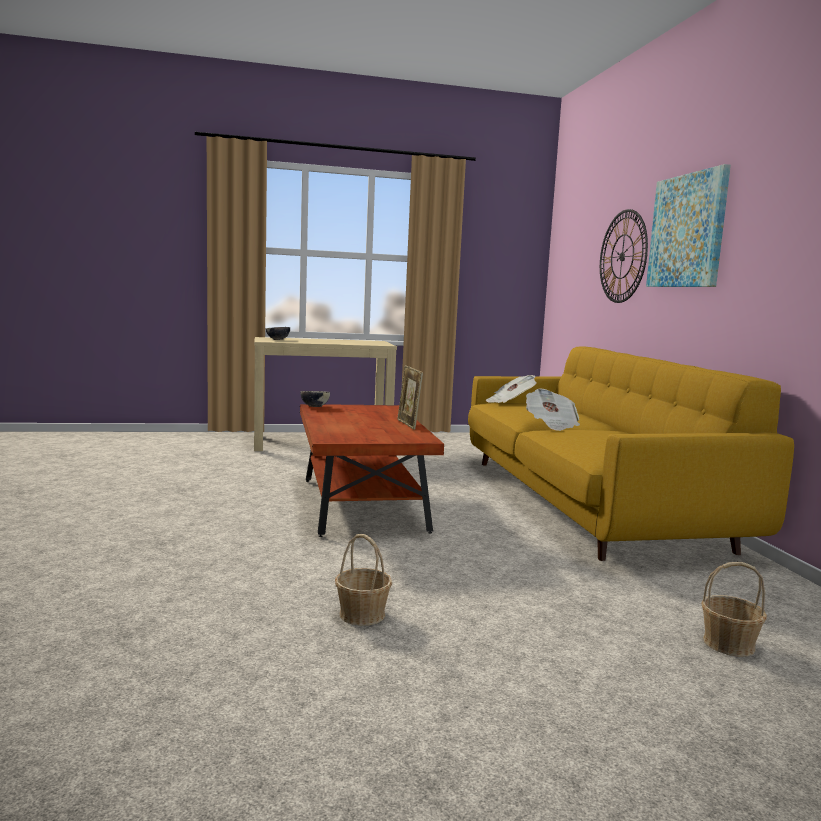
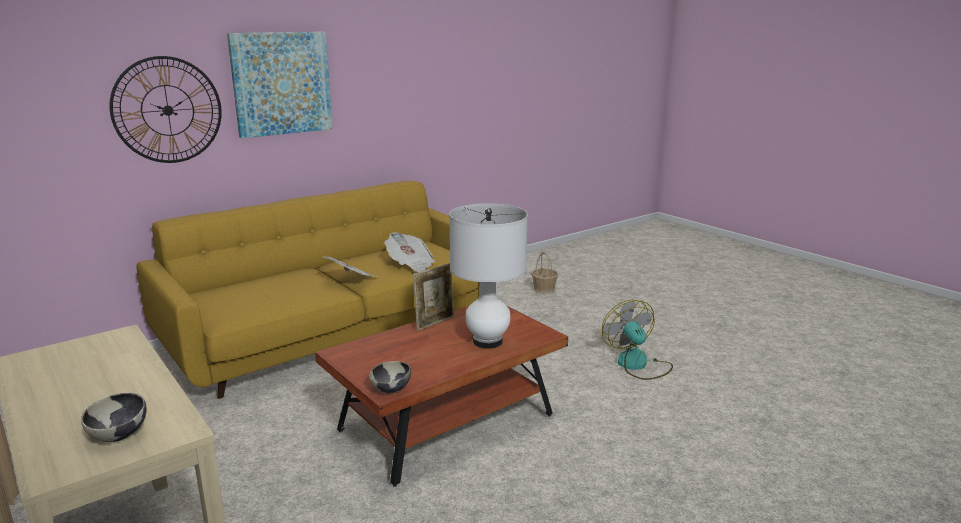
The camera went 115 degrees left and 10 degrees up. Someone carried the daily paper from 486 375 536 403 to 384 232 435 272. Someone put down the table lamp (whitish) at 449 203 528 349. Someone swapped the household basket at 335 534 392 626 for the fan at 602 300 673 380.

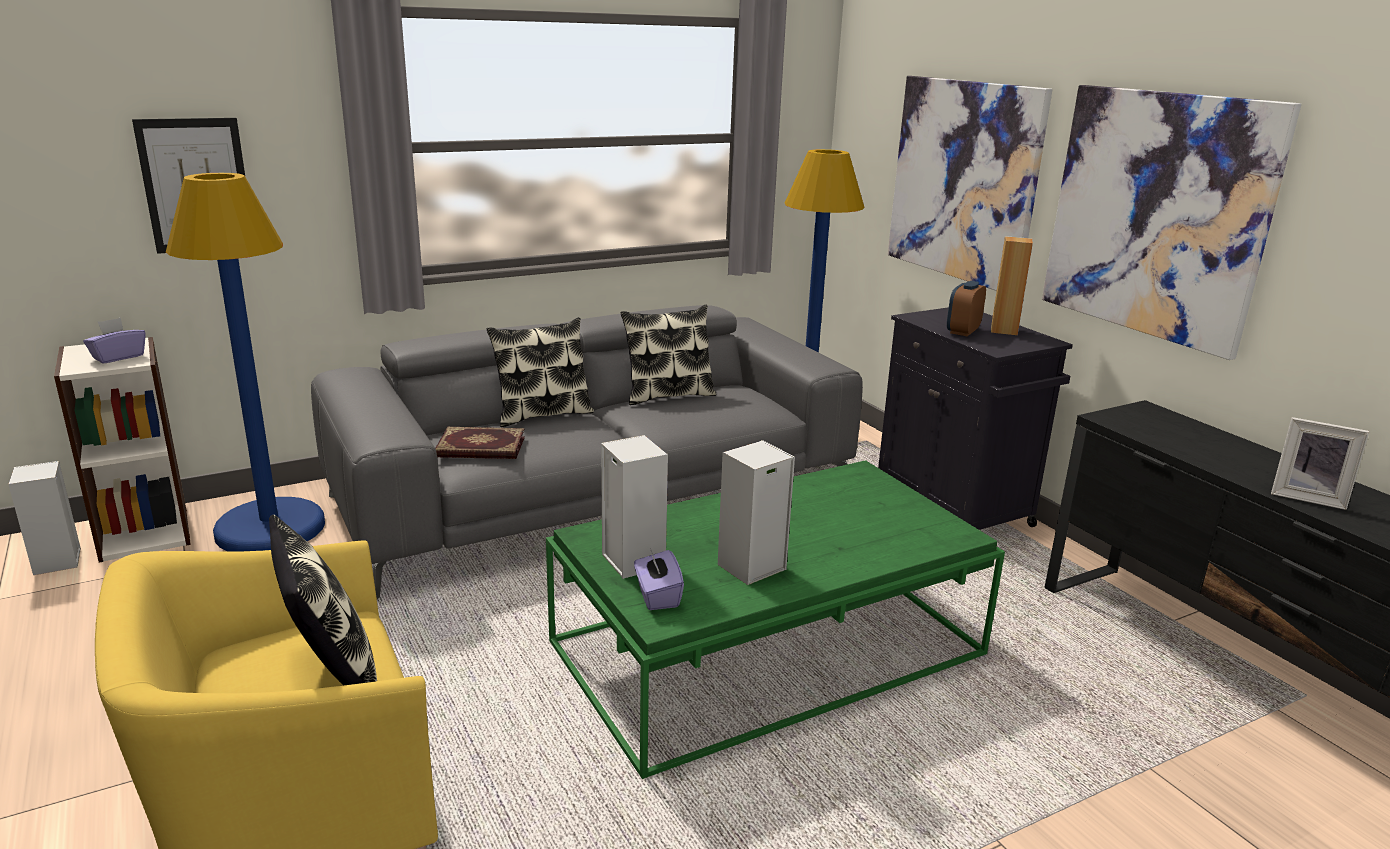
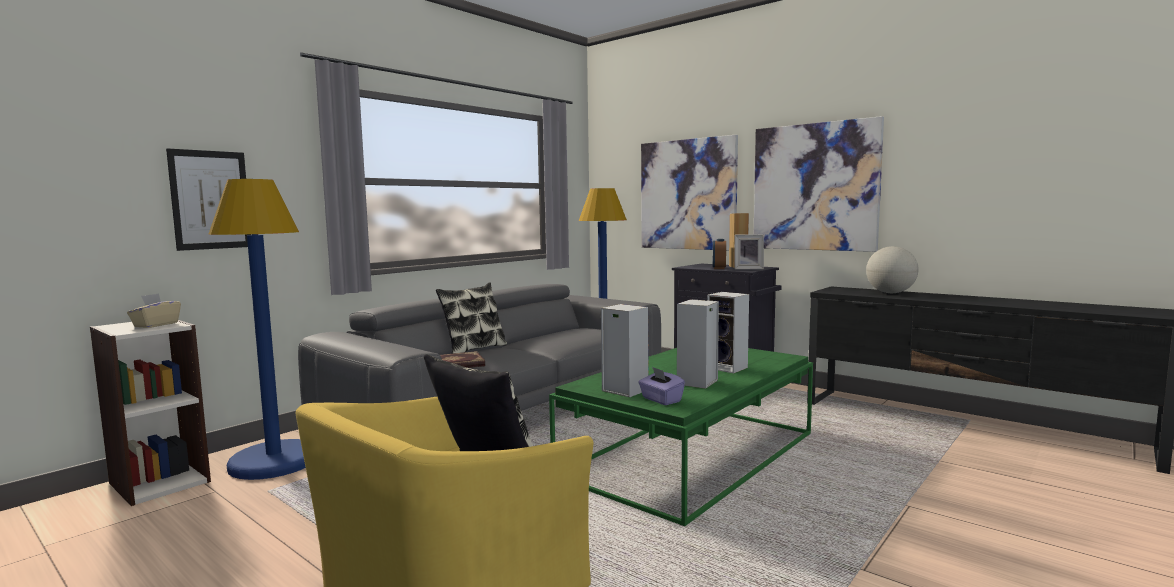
The camera went 20 degrees left and 15 degrees down. Someone repainted the tissue box (purple-coloured) at 83 318 146 364, which became the tissue box (beige-coloured) at 127 293 181 328. Someone carried the speaker from 8 461 81 575 to 707 292 749 373. Someone carried the photo frame from 1271 417 1369 510 to 735 234 764 269. Someone put down the globe at 866 246 919 293. Someone took away the throw pillow at 620 305 716 405.

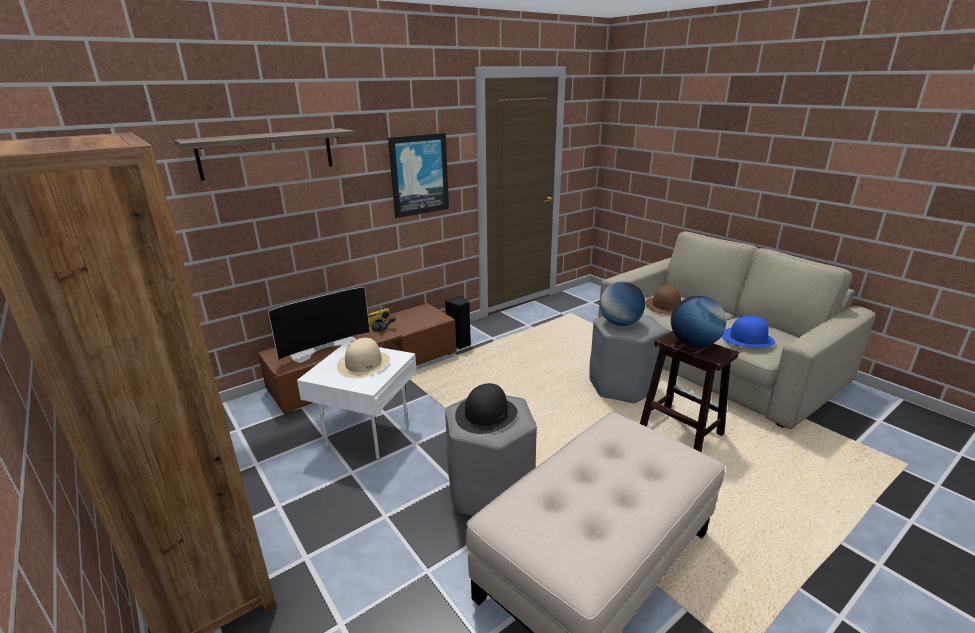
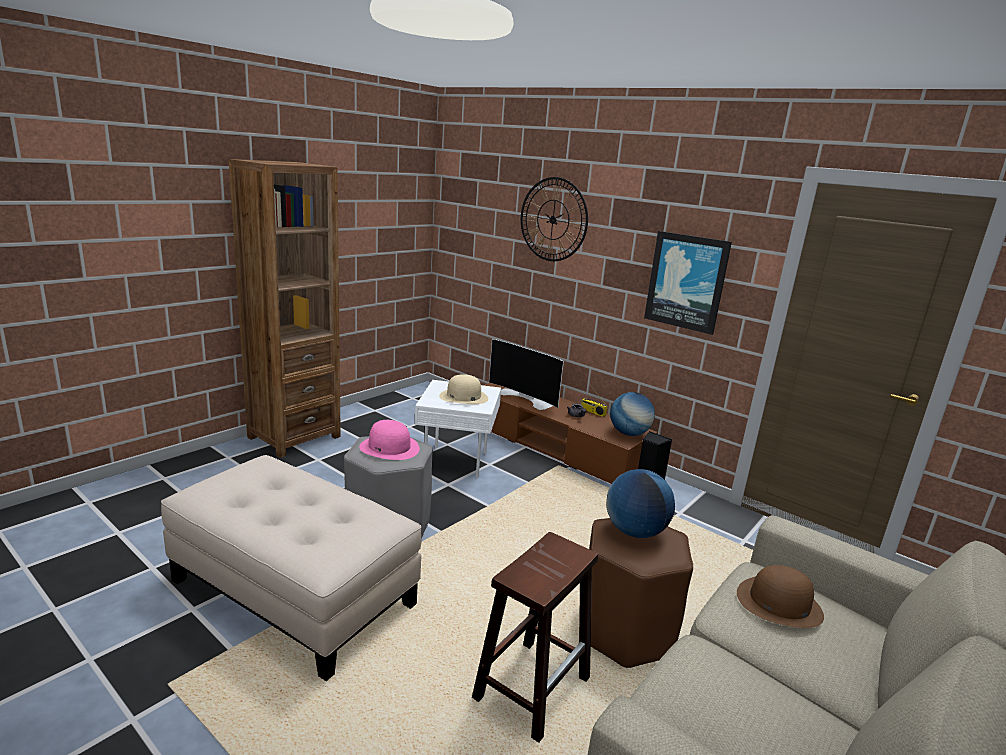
The camera went 75 degrees right and 5 degrees down. Someone repainted the clothing hat (blackish) at 455 383 517 434, which became the clothing hat (pink) at 359 420 420 460. Someone swapped the wall shelf at 174 128 355 181 for the hanging clock at 521 177 588 261. Someone repainted the stool (grey) at 589 315 666 403, which became the stool (brown-coloured) at 589 518 693 668. Someone carried the globe from 671 296 726 347 to 610 392 655 436. Someone took away the clothing hat (blue) at 722 316 775 347.

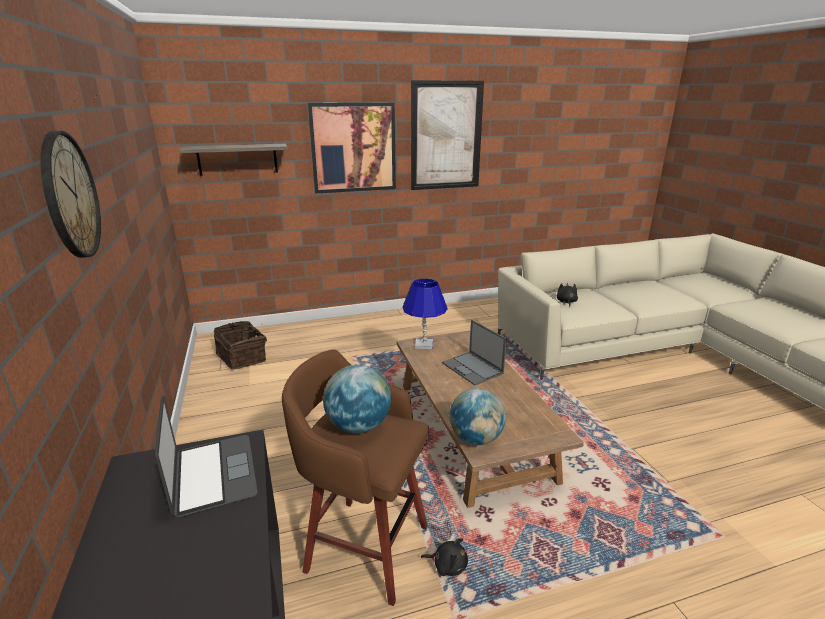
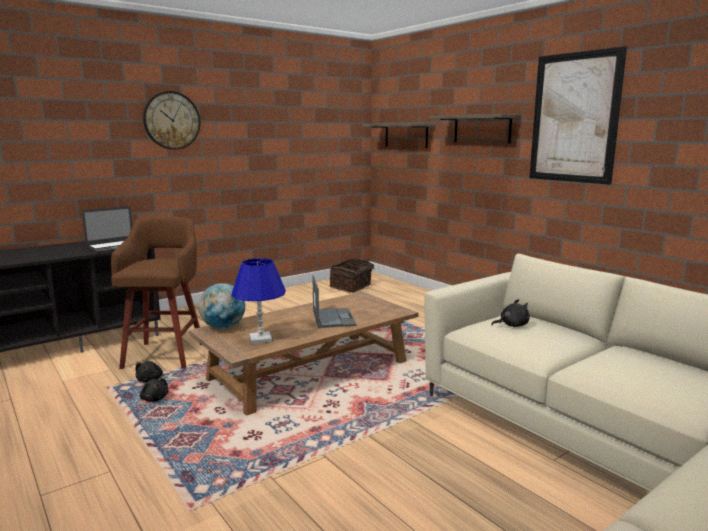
The camera went 70 degrees right and 10 degrees down. Someone put down the soft toy (blackish) at 140 378 169 402. Someone carried the table lamp (blue) from 402 278 448 349 to 231 258 286 344. Someone rotated the portable computer at 442 320 507 386 by 135 degrees clockwise. Someone swapped the wall picture at 308 103 396 194 for the wall shelf at 430 114 521 143. Someone took away the globe at 323 365 391 433.

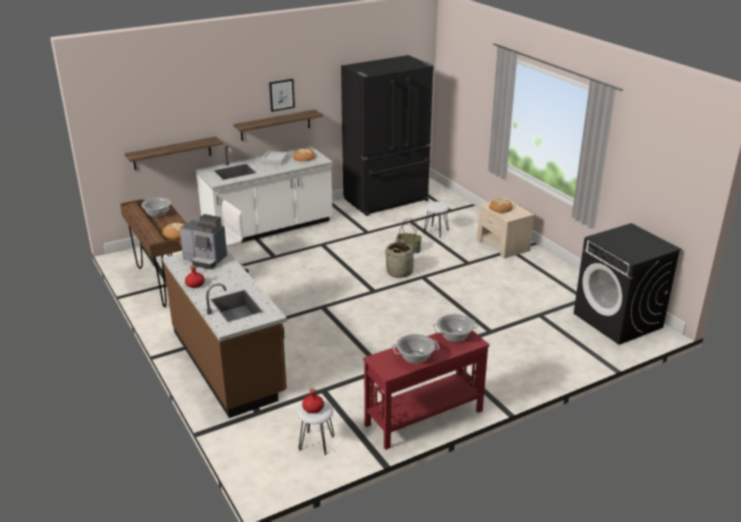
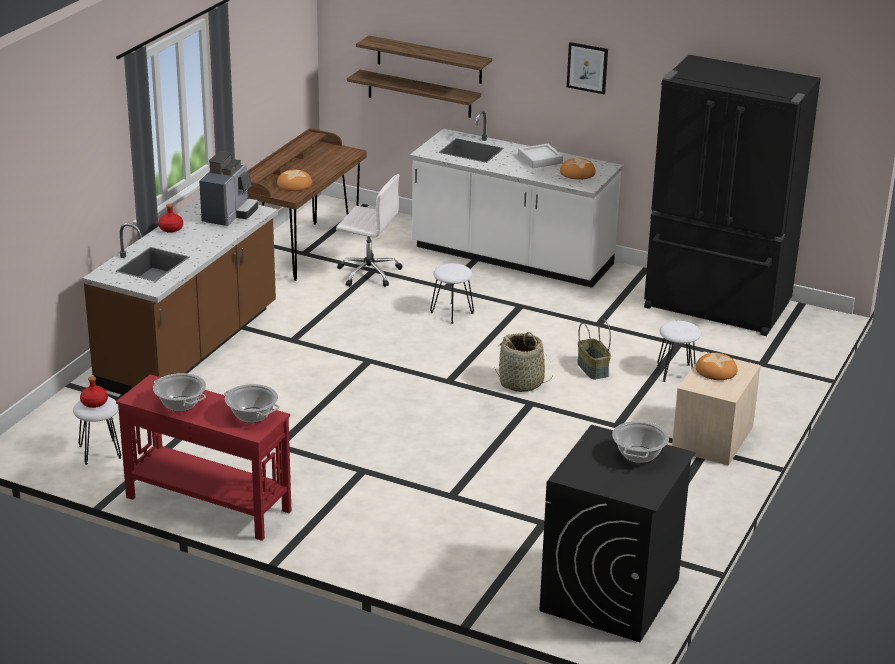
The camera went 55 degrees right and 0 degrees up. Someone rotated the coffee maker at 179 214 227 269 by 150 degrees counterclockwise. Someone carried the wall shelf from 233 110 323 141 to 356 35 492 84. Someone put down the stool (whitish) at 430 263 474 324. Someone carried the cooking pot from 141 198 171 217 to 612 421 669 463.

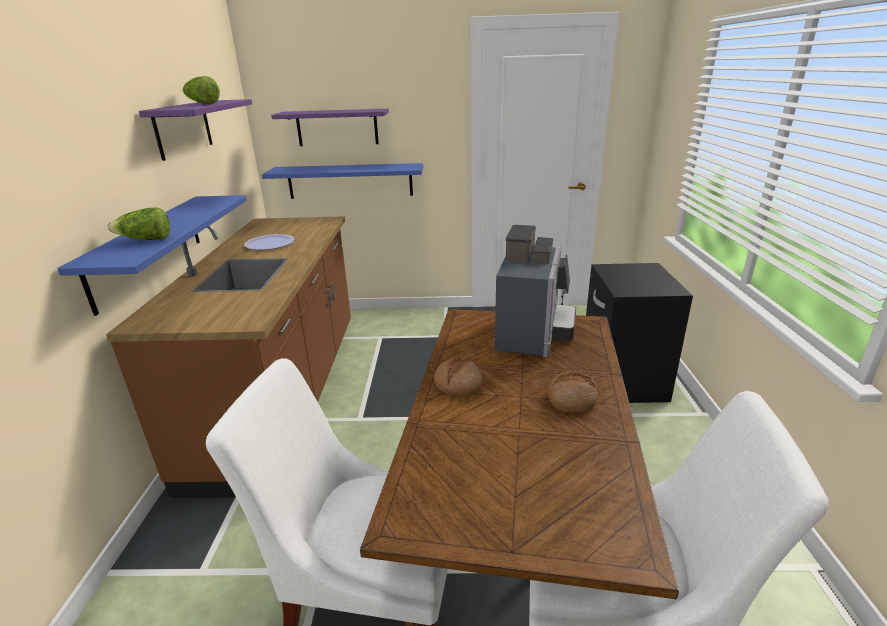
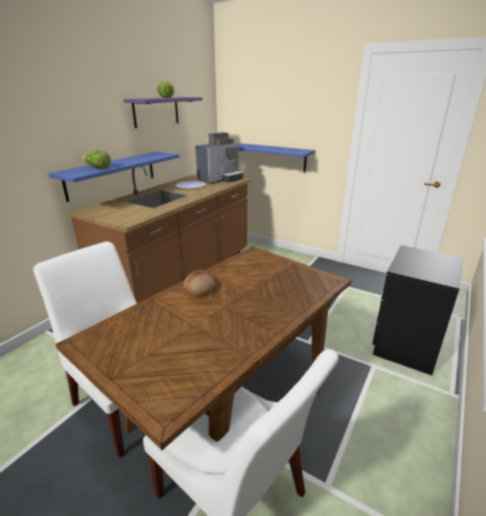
The camera went 30 degrees right and 0 degrees up. Someone carried the coffee maker from 495 225 576 357 to 195 132 243 184. Someone took away the wall shelf (purple-coloured) at 271 109 389 146. Someone took away the baked bread at 548 370 598 413.

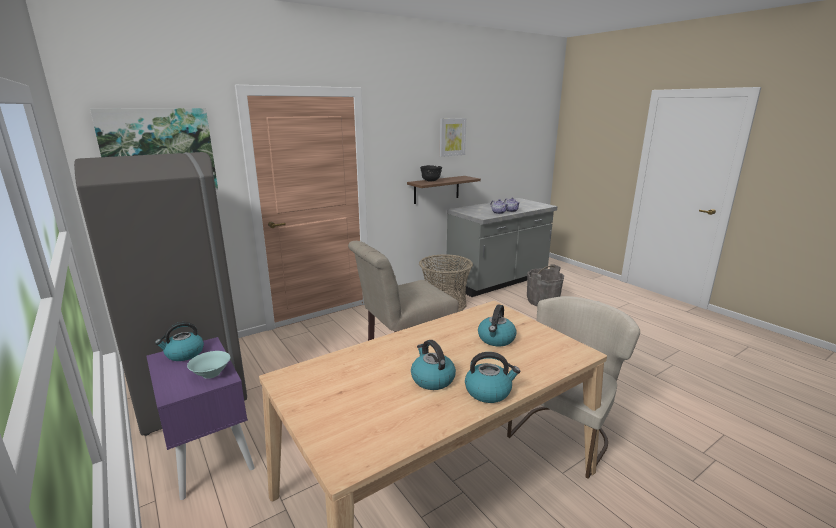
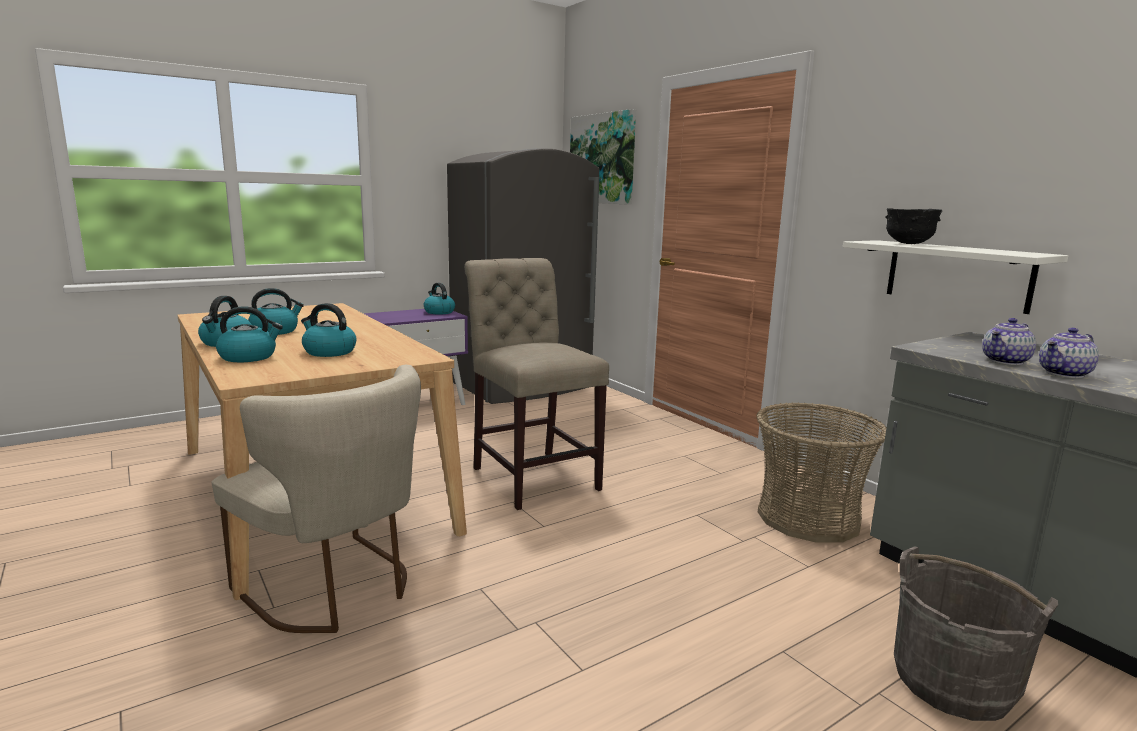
The camera went 90 degrees right and 5 degrees down. Someone put down the kettle at 216 306 283 362. Someone repainted the wall shelf (brown-coloured) at 407 176 481 204, which became the wall shelf (whitish) at 843 240 1068 314. Someone took away the serving bowl (turquoise) at 187 351 230 379. Someone took away the wall picture at 440 118 466 157.

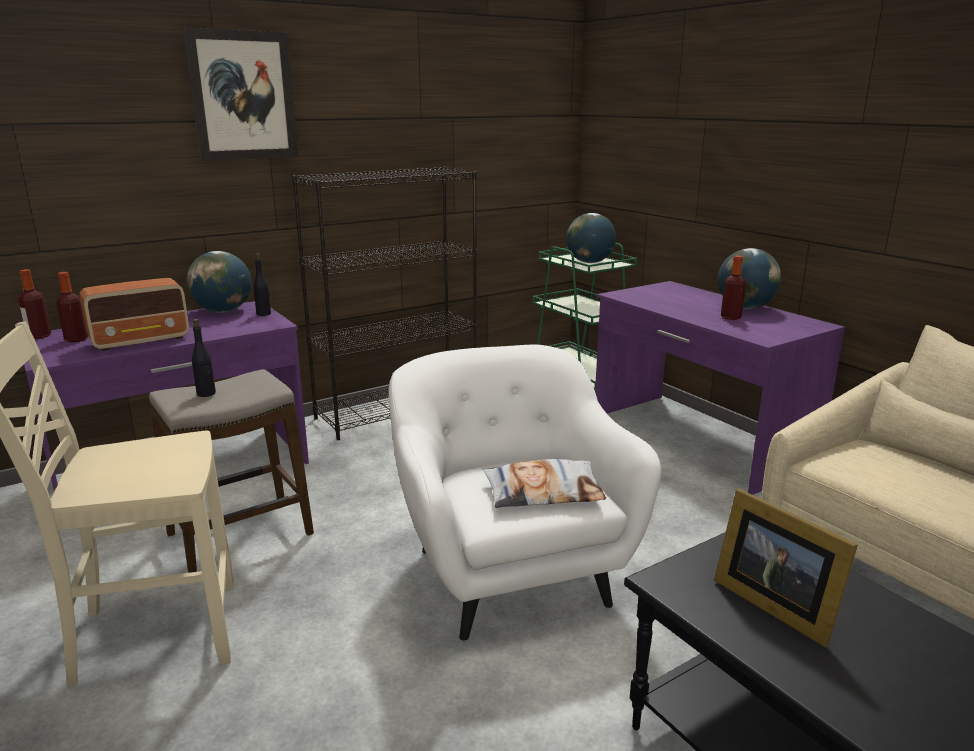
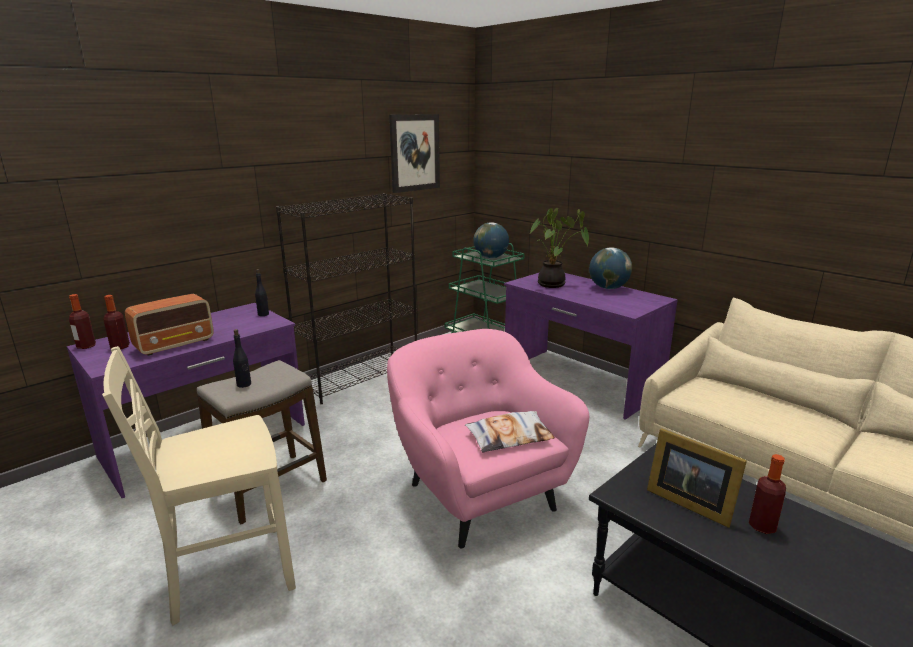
The camera went 10 degrees left and 0 degrees up. Someone repainted the easy chair (whitish) at 389 345 661 641, which became the easy chair (pink) at 387 329 589 548. Someone carried the wall picture from 183 28 298 161 to 389 114 440 193. Someone put down the houseplant at 530 208 589 288. Someone carried the drink bottle from 721 256 746 320 to 749 454 786 534. Someone took away the globe at 187 251 252 312.

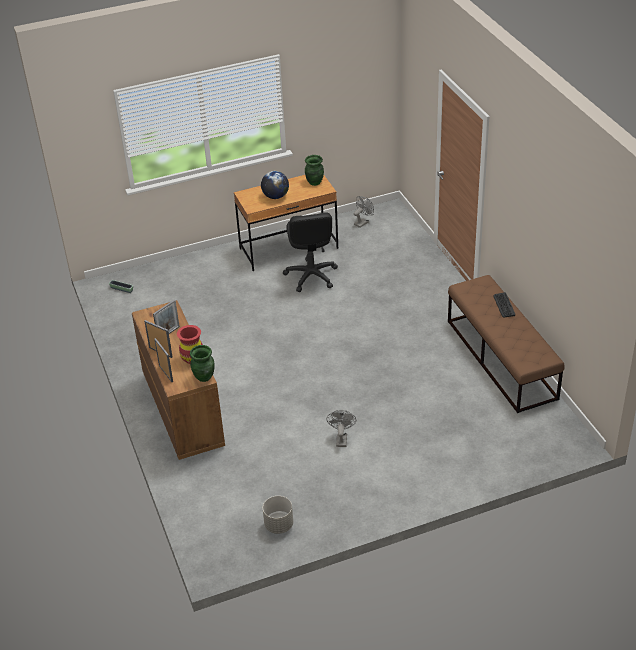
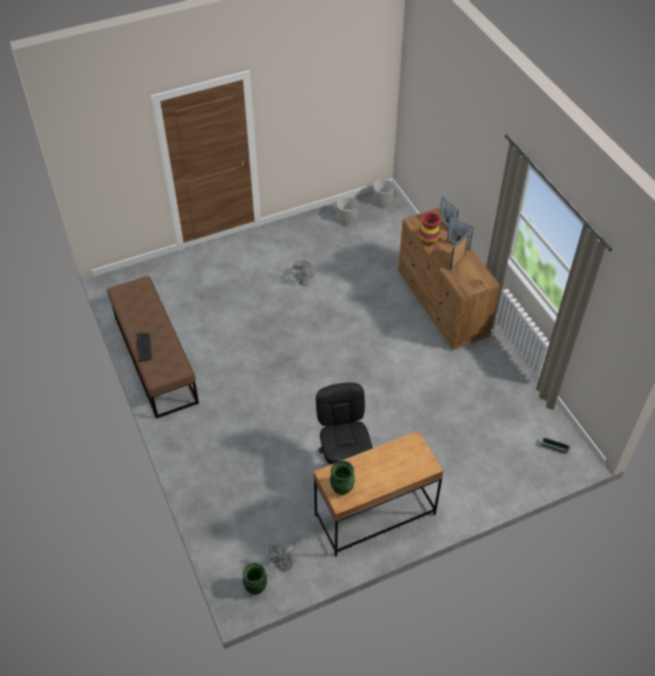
The camera went 175 degrees right and 10 degrees up. Someone carried the flower vase (greenish) from 190 345 215 382 to 243 563 267 594. Someone put down the plant pot (grey) at 373 179 394 206. Someone took away the globe at 261 171 289 199.

